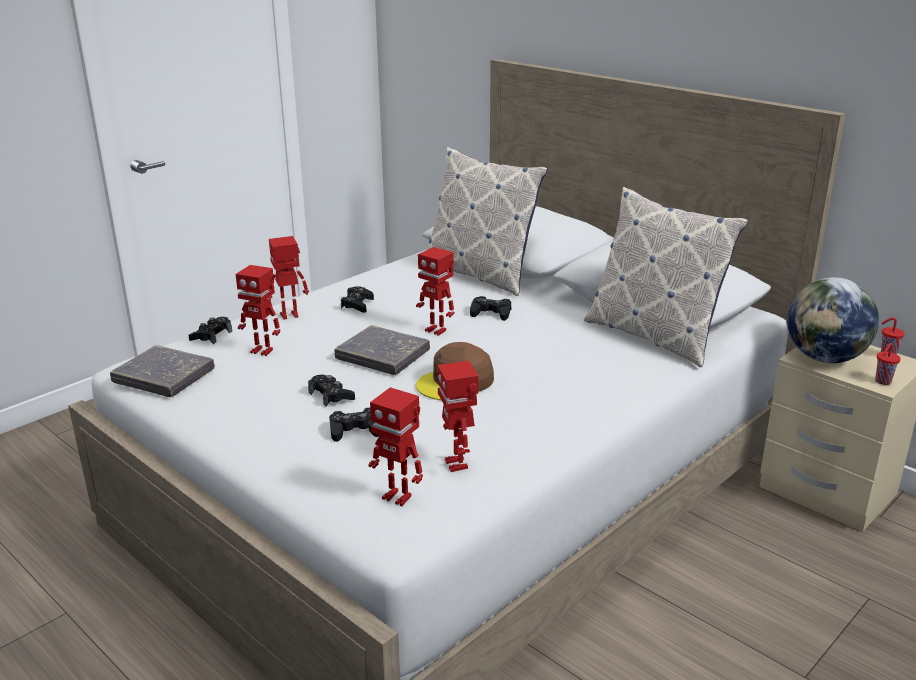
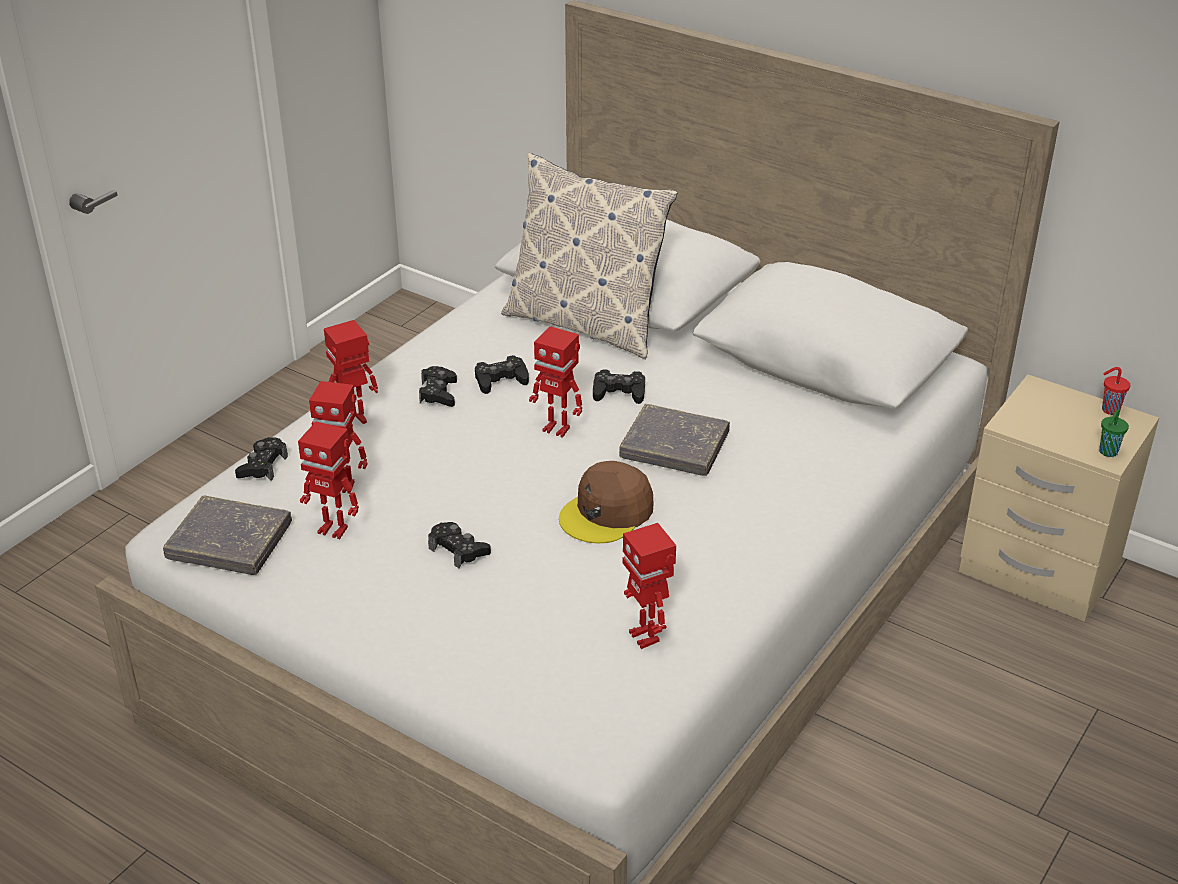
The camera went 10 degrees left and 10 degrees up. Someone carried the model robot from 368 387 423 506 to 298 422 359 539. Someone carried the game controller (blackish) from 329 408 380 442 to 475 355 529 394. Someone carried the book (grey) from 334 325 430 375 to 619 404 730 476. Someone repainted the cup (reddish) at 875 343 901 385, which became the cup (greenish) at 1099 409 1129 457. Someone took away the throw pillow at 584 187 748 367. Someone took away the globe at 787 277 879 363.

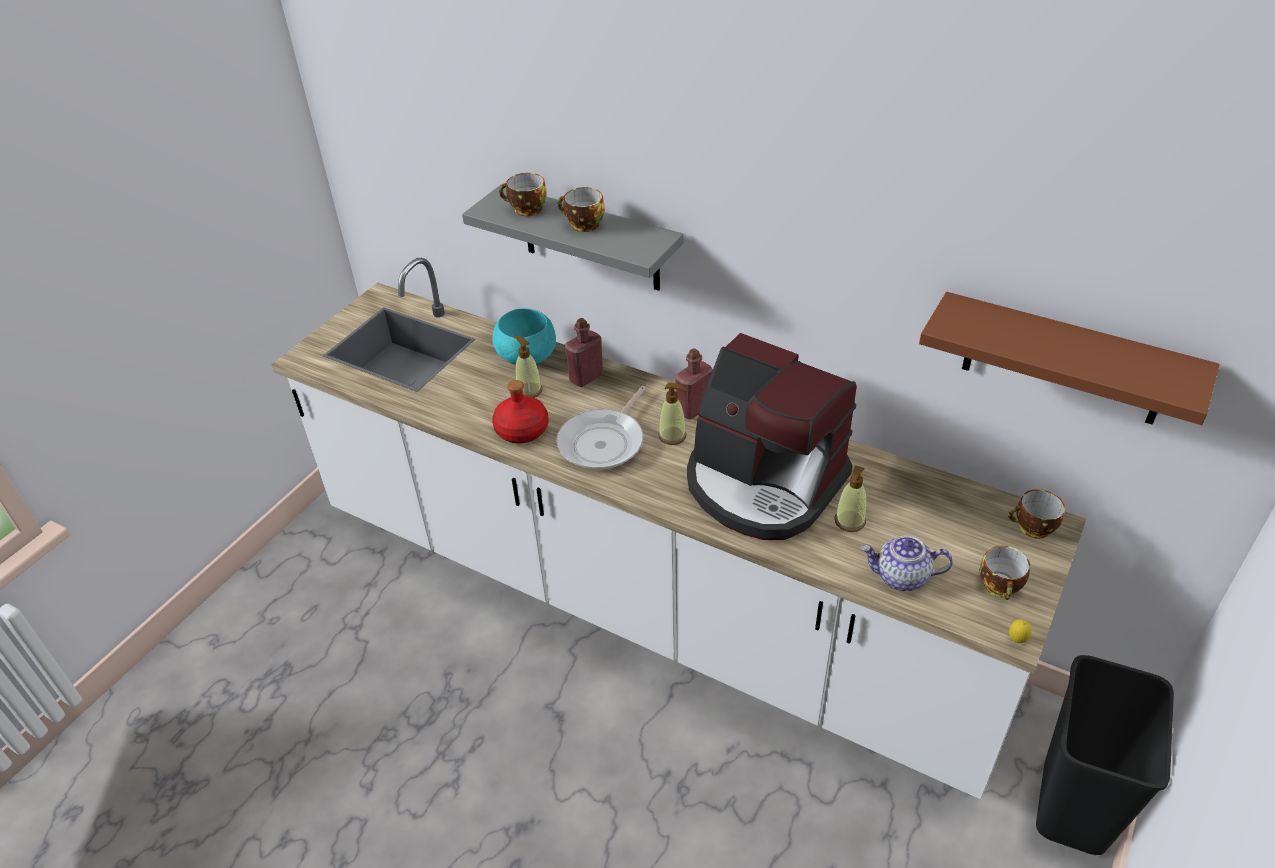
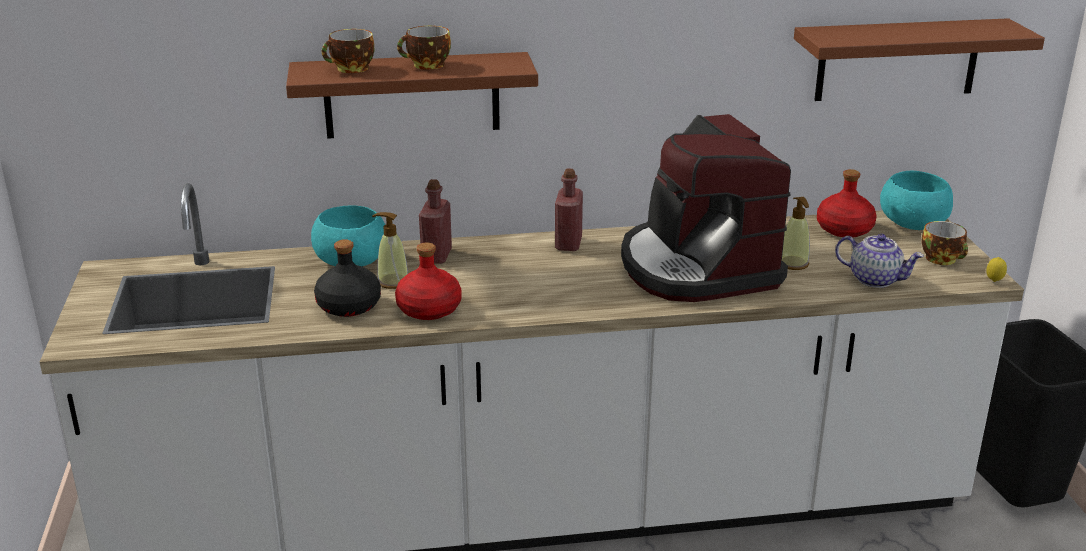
The camera went 40 degrees left and 15 degrees down. Someone repainted the wall shelf (grey) at 462 185 684 291, which became the wall shelf (brown-coloured) at 286 52 538 139. Someone put down the drink bottle (blackish) at 314 239 381 317. Someone rotated the coffee maker at 687 333 857 540 by 75 degrees clockwise. Someone put down the drink bottle (reddish) at 817 169 877 238. Someone rotated the pot for tea at 861 536 953 591 by 120 degrees counterclockwise. Someone swapped the cup at 1008 489 1065 539 for the serving bowl (turquoise) at 880 171 953 230. Someone took away the skillet at 556 386 646 470. Someone took away the soap dispenser at 658 382 687 445.

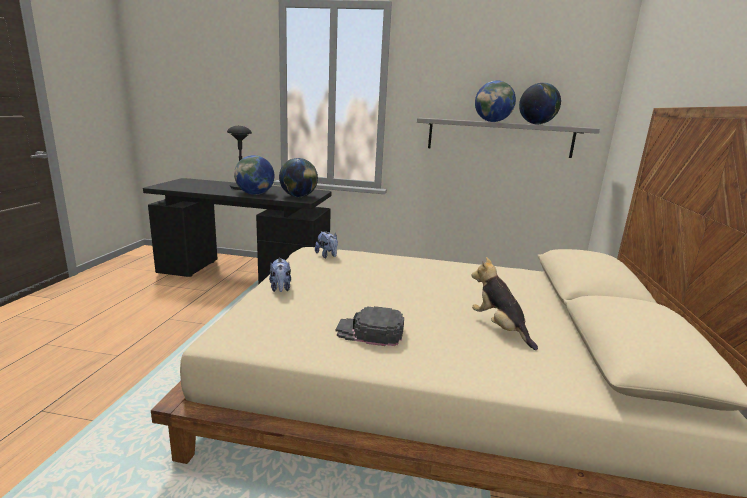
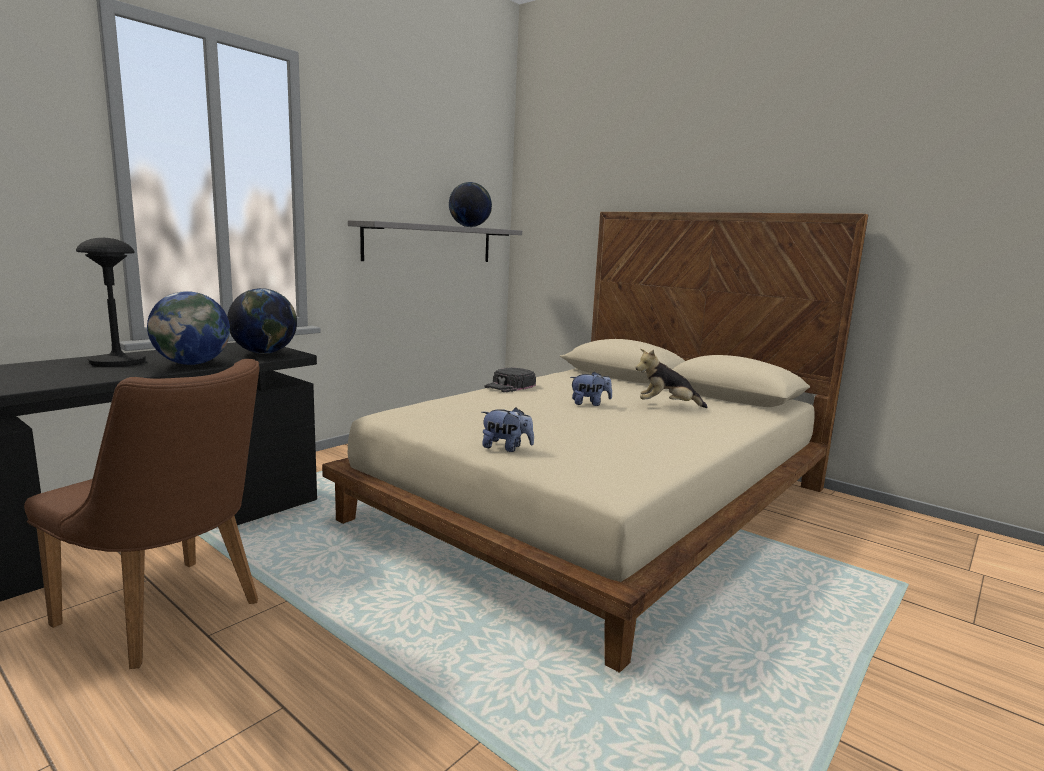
The camera went 60 degrees left and 5 degrees down. Someone put down the chair (brown-coloured) at 24 359 260 669. Someone carried the peaked cap (blackish) from 336 306 404 346 to 484 367 536 392. Someone carried the soft toy from 315 231 338 258 to 570 371 612 406. Someone took away the globe at 475 80 516 122.

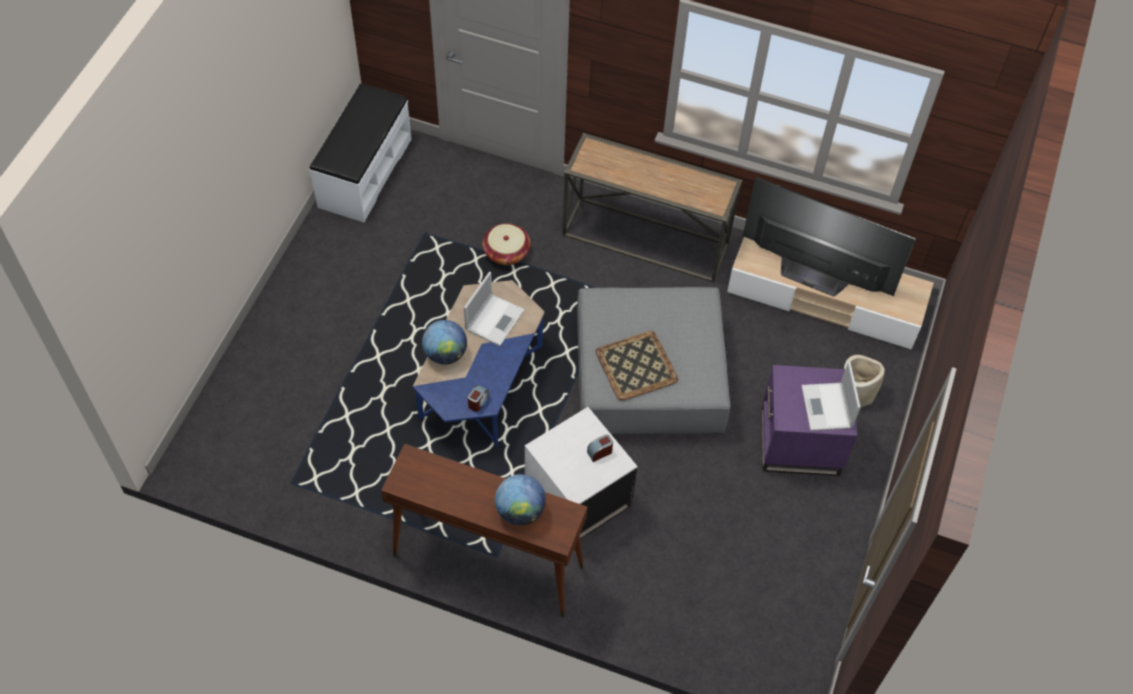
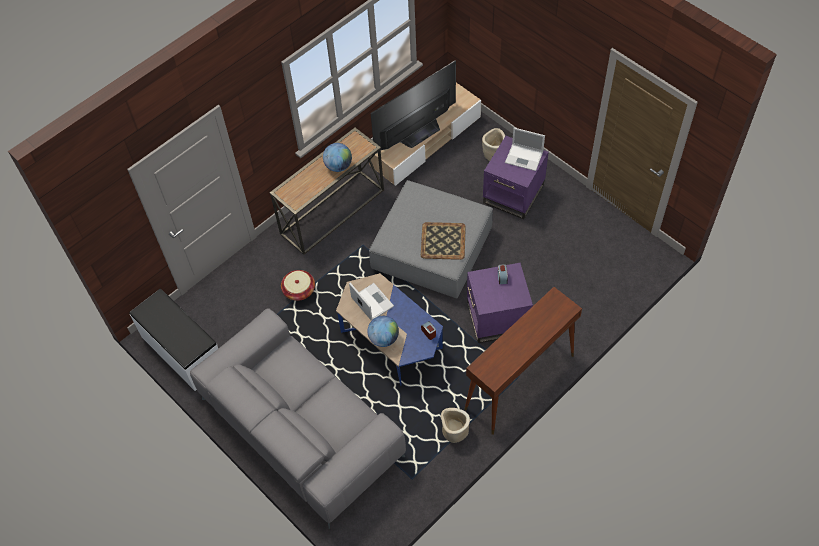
The camera went 60 degrees left and 0 degrees up. Someone put down the settee (grey) at 190 308 406 529. Someone carried the globe from 495 474 546 526 to 323 143 352 172. Someone put down the plant pot (beige-coloured) at 440 408 470 443. Someone repainted the side table (whitish) at 525 407 638 539, which became the side table (purple-coloured) at 467 263 533 343.

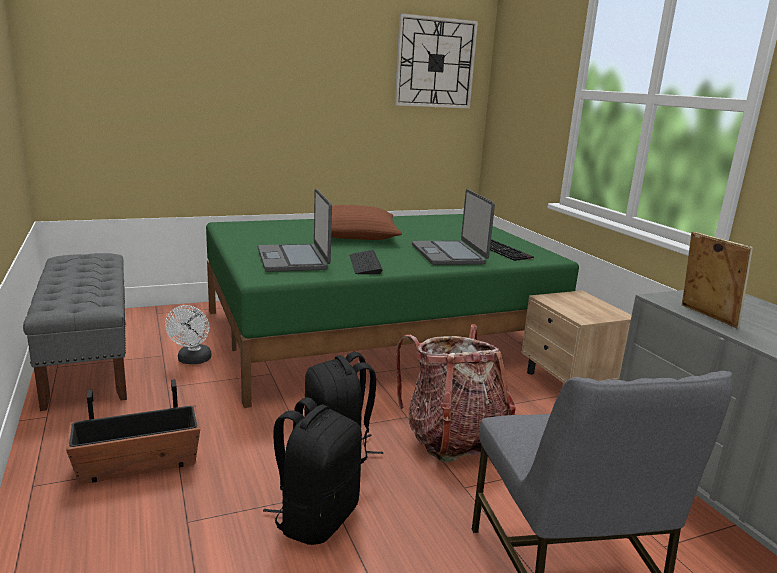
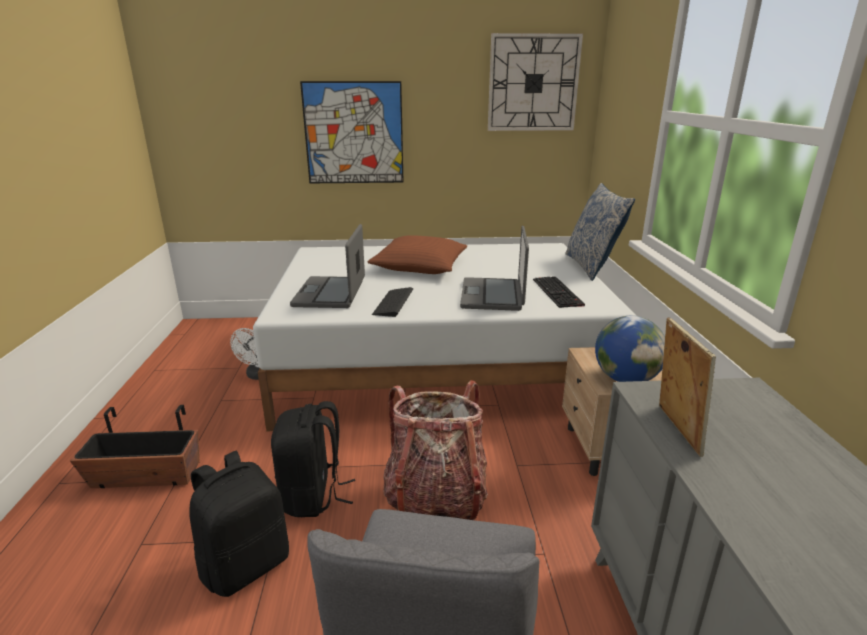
The camera went 20 degrees right and 5 degrees up. Someone repainted the bedroom bed (greenish) at 206 214 579 408, which became the bedroom bed (whitish) at 253 243 636 432. Someone put up the wall picture at 300 81 404 183. Someone put down the throw pillow at 565 183 635 281. Someone put down the globe at 595 316 665 382. Someone took away the long seat (grey) at 23 253 127 411.

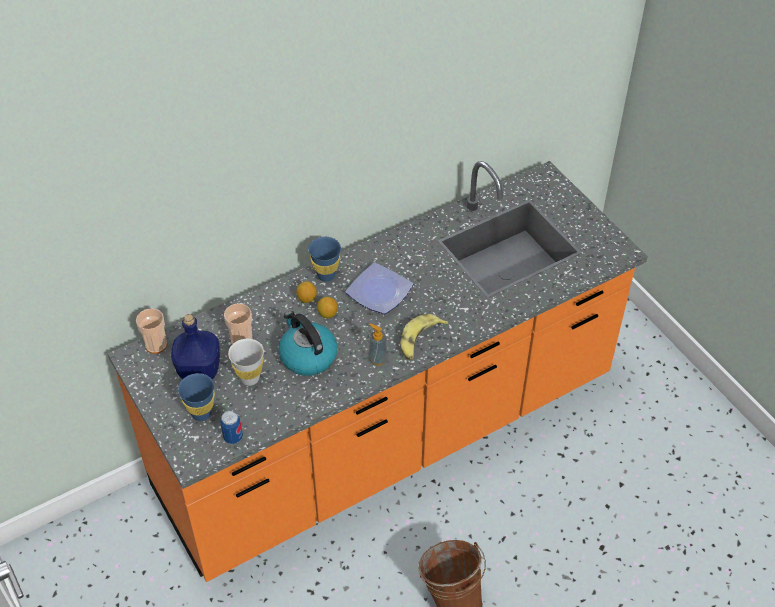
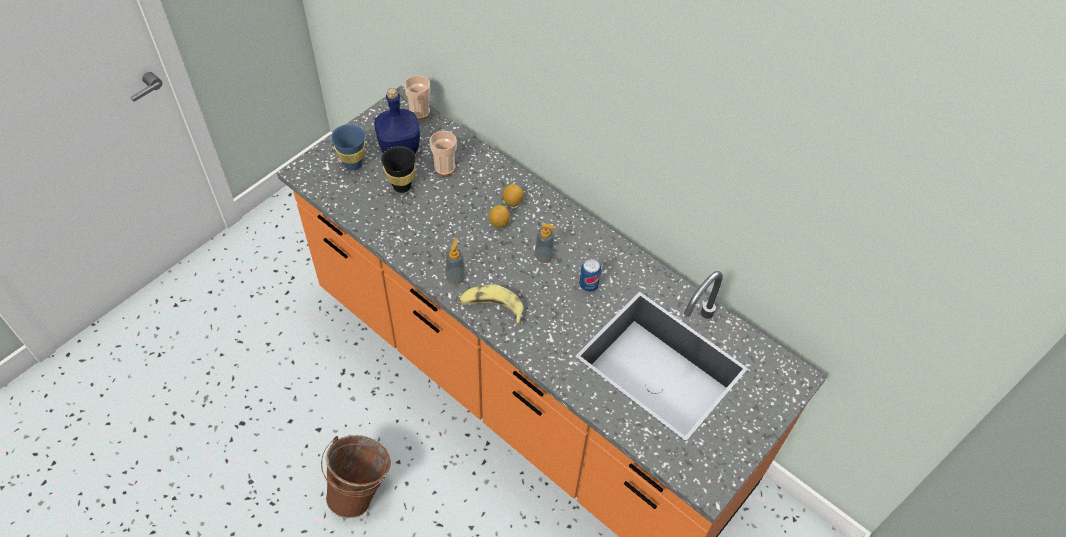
The camera went 70 degrees right and 5 degrees up. Someone repainted the cup (whitish) at 228 339 264 386, which became the cup (blackish) at 381 146 416 193. Someone swapped the plate at 345 263 413 314 for the soap dispenser at 534 223 556 263. Someone carried the sealed can from 220 411 243 444 to 579 259 601 292. Someone took away the kettle at 278 311 338 376. Someone took away the cup (blue) at 308 237 341 281.

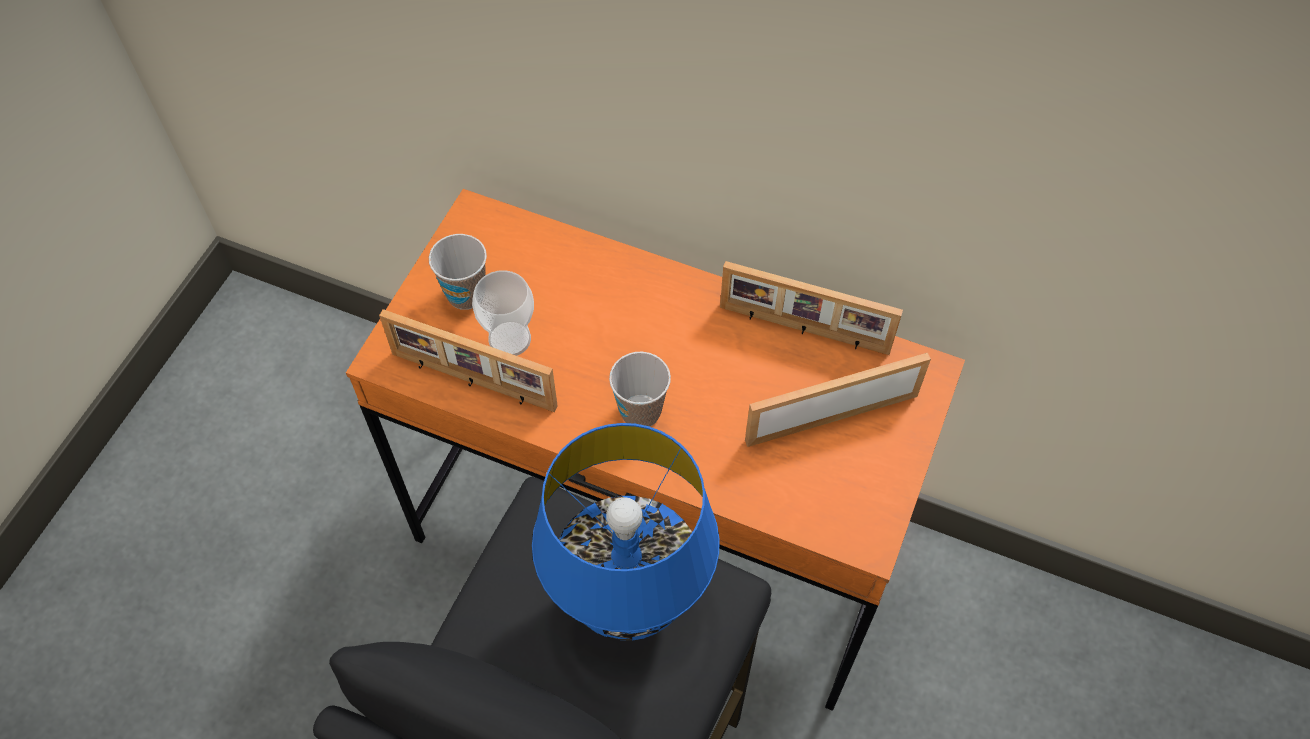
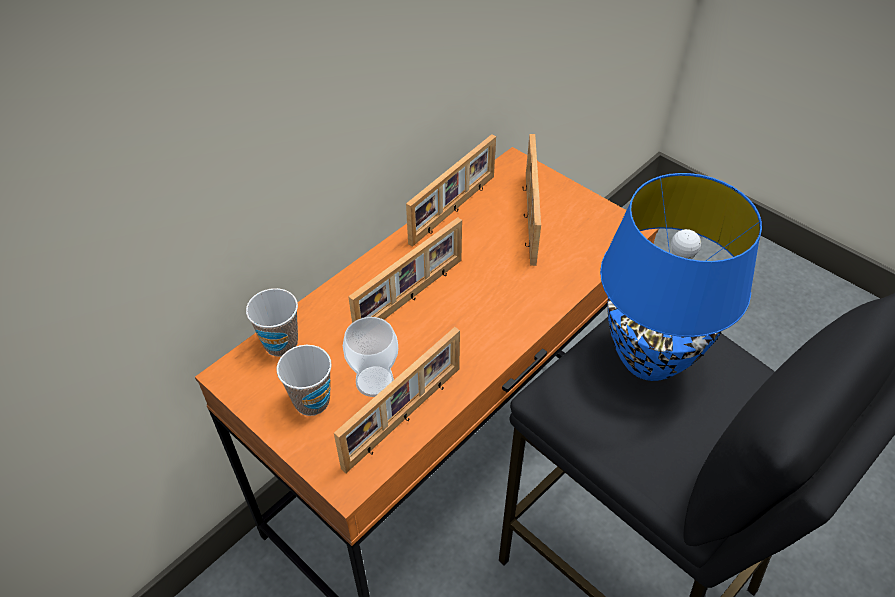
The camera went 70 degrees left and 10 degrees down. Someone carried the cup from 609 352 671 427 to 246 288 298 357. Someone put down the photo frame at 348 217 462 323.

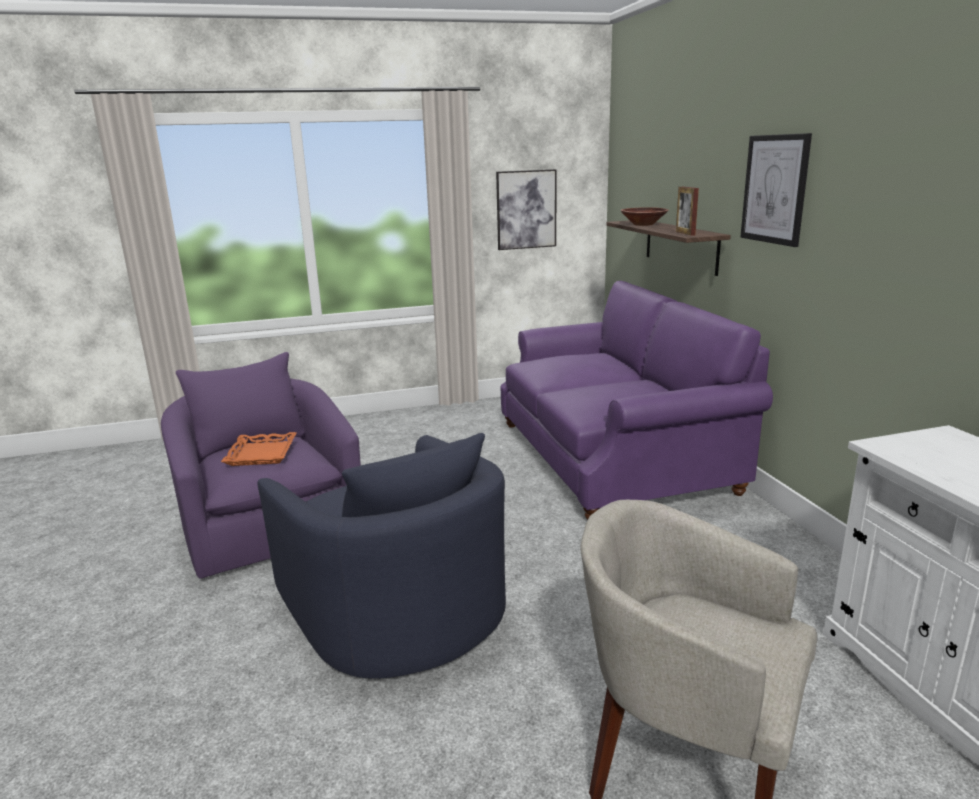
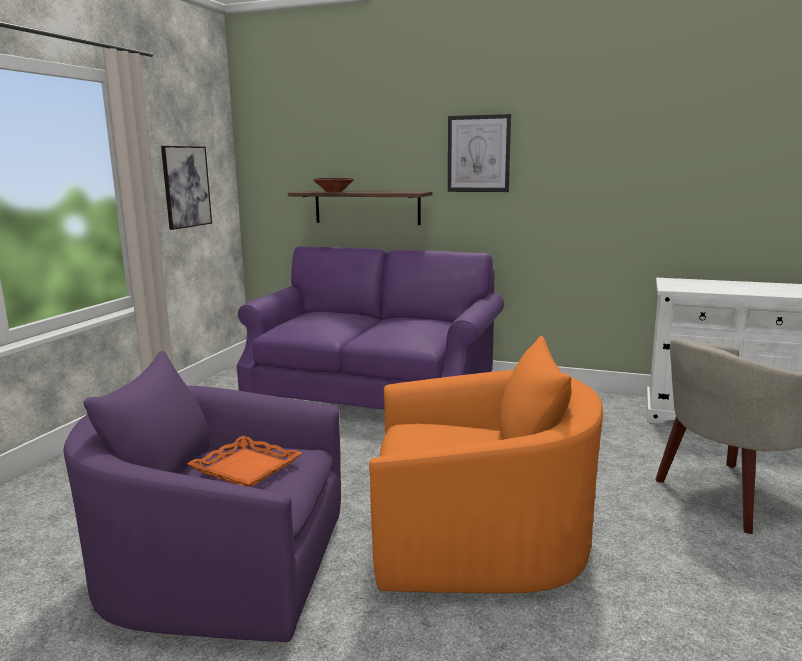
The camera went 55 degrees left and 5 degrees down. Someone repainted the easy chair (blue) at 258 433 506 679, which became the easy chair (orange-coloured) at 369 336 603 593. Someone took away the photo frame at 676 187 699 236.

